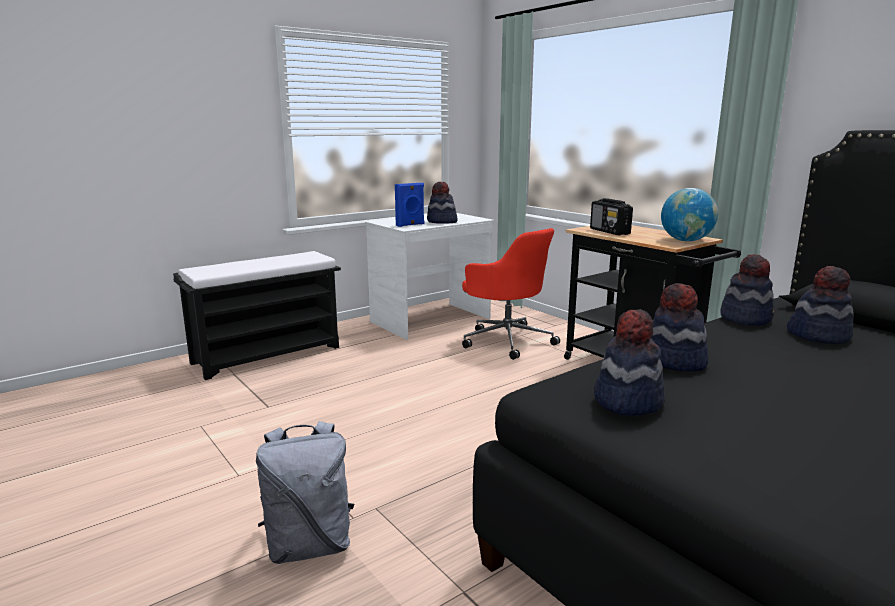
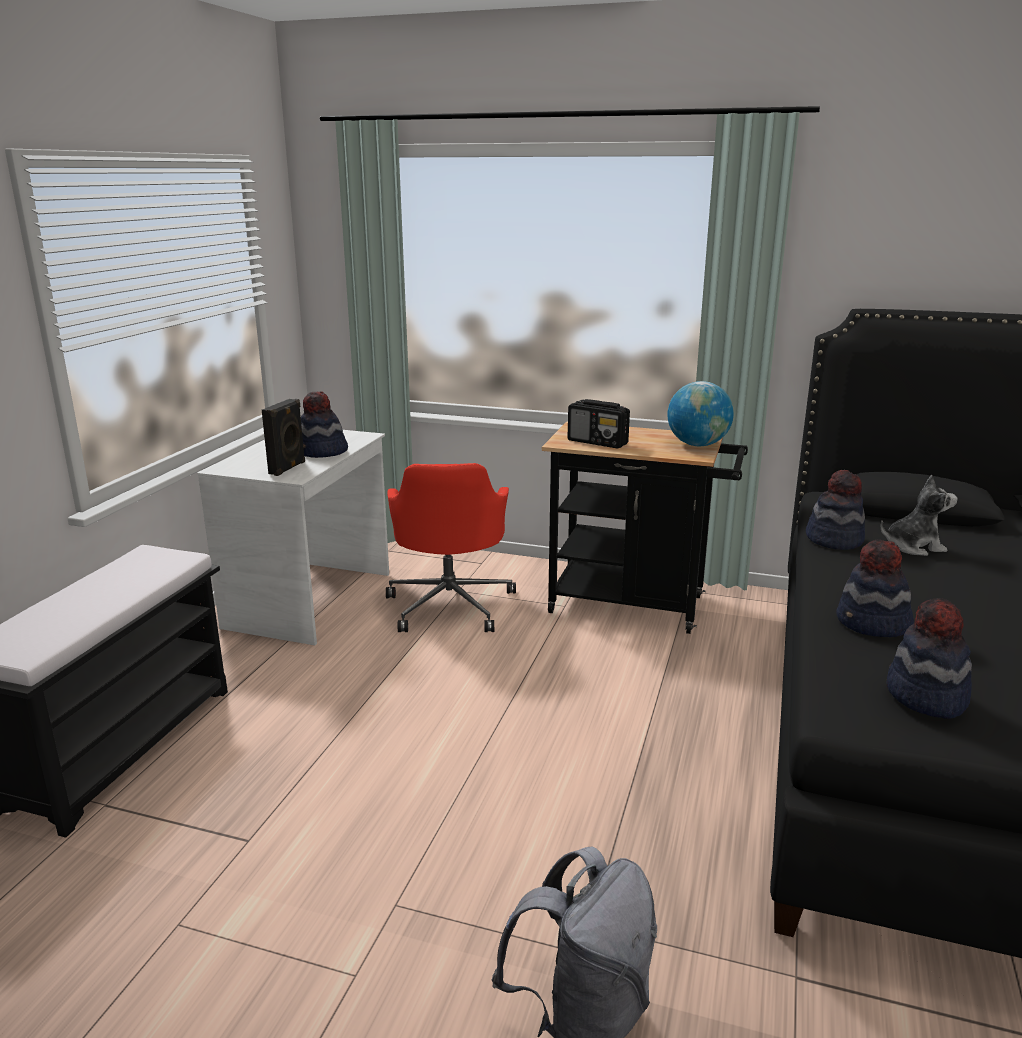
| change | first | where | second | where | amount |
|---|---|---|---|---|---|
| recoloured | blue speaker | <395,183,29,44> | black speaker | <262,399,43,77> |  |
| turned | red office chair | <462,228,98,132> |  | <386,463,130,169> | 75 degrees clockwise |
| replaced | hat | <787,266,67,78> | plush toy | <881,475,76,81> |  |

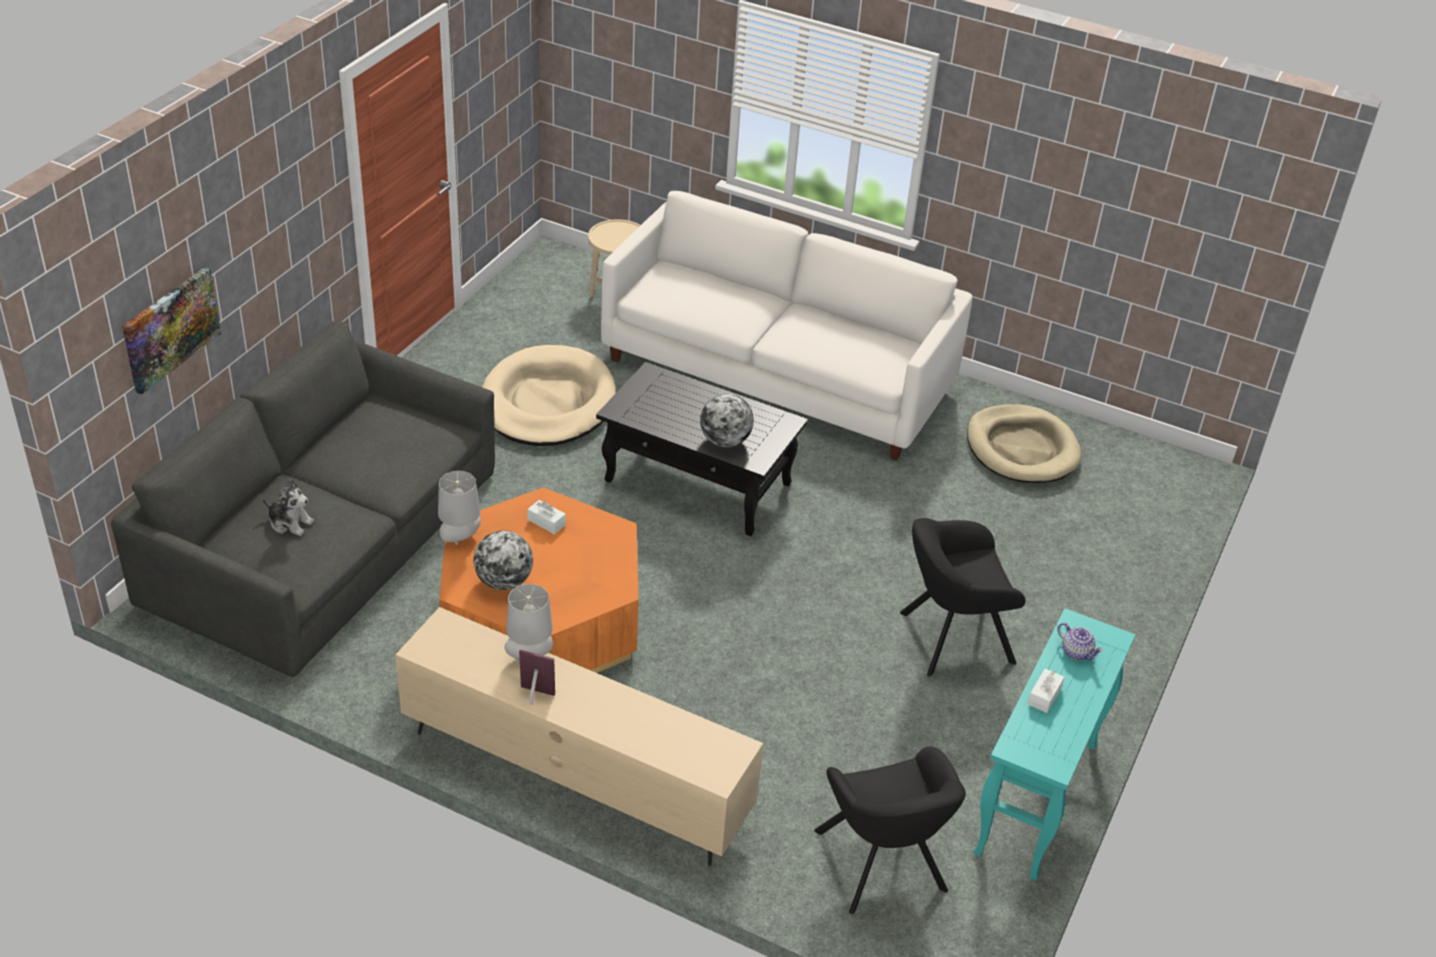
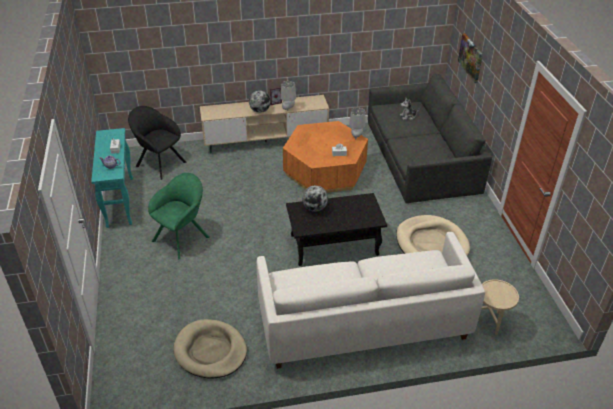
| change | first | where | second | where | amount |
|---|---|---|---|---|---|
| recoloured | black armchair | <900,518,125,159> | green armchair | <148,173,62,87> |  |
| moved | globe | <474,531,59,59> |  | <249,90,22,23> |  |

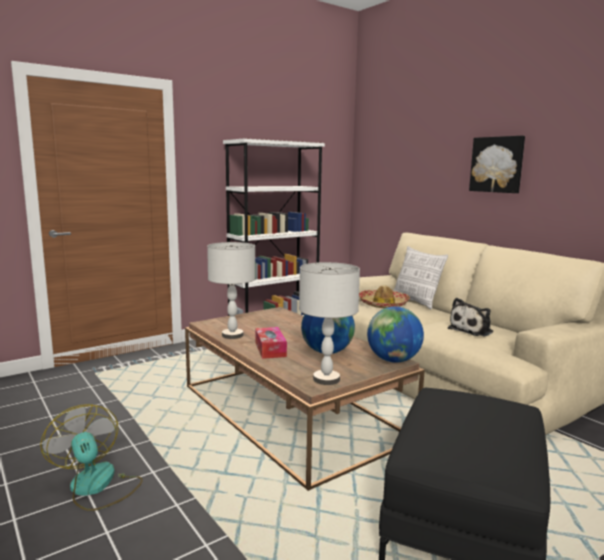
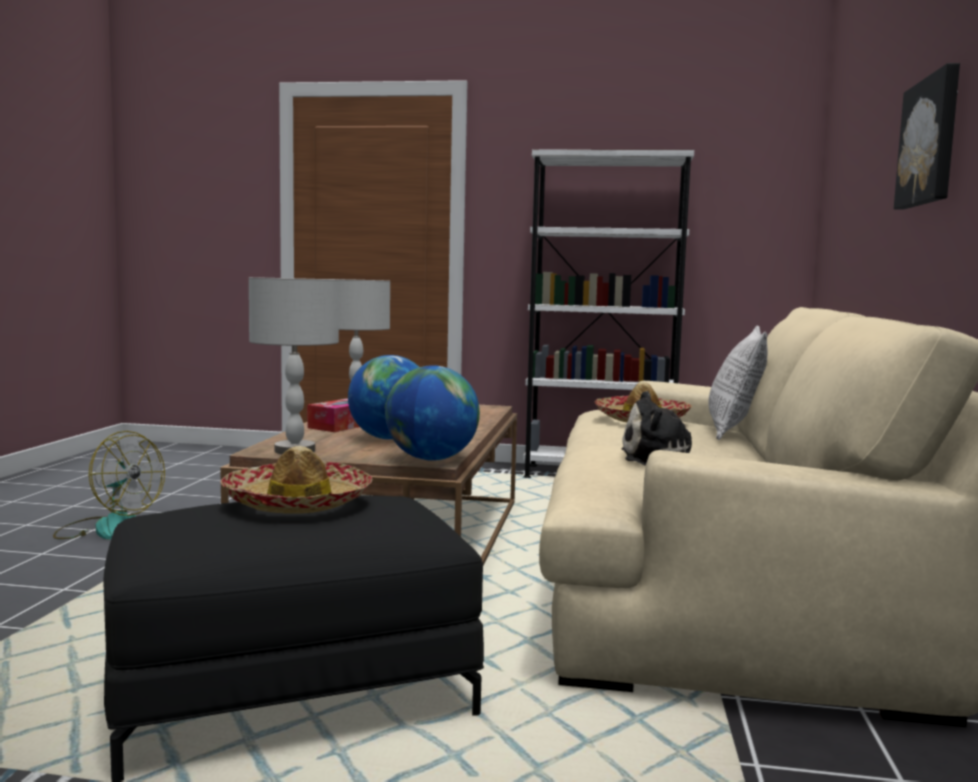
| change | first | where | second | where | amount |
|---|---|---|---|---|---|
| turned | fan | <40,404,103,107> |  | <53,431,112,109> | 105 degrees clockwise |
| added |  |  | hat | <220,446,153,68> |  |

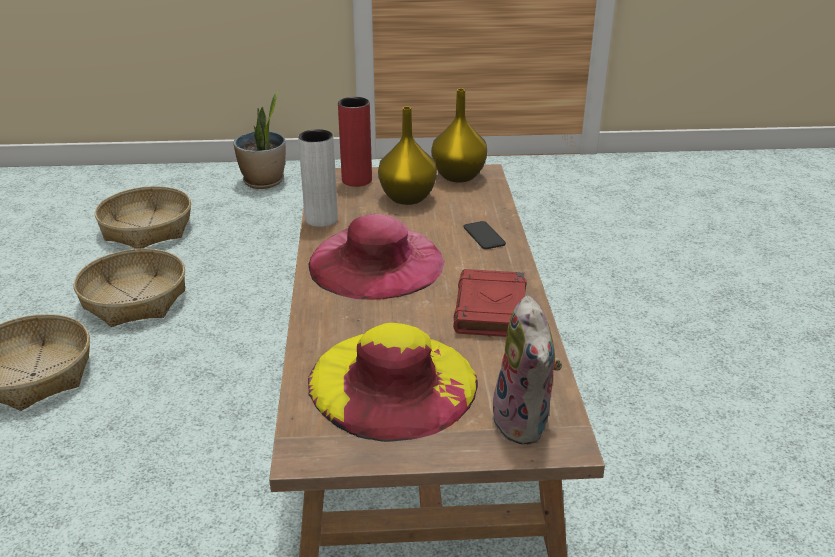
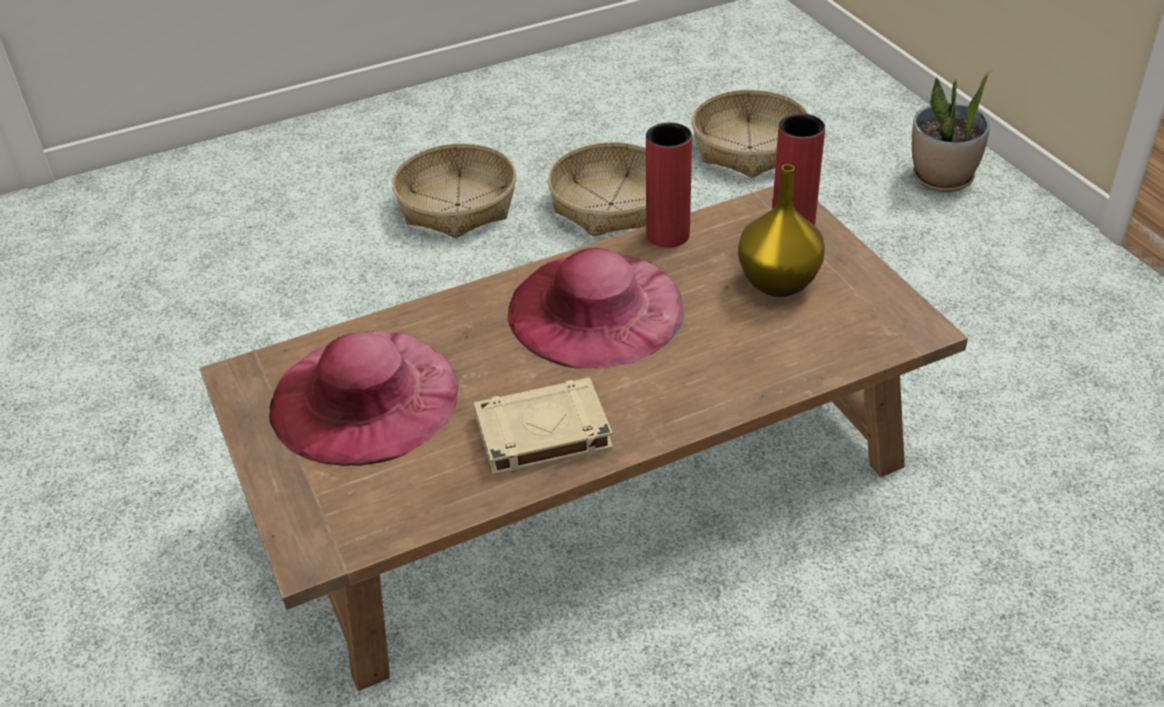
| change | first | where | second | where | amount |
|---|---|---|---|---|---|
| removed | yellow vase | <431,88,56,95> |  |  |  |
| recoloured | white vase | <298,129,40,98> | red vase | <646,123,46,125> |  |
| removed | phone | <464,221,42,28> |  |  |  |
| recoloured | red book | <453,269,74,68> | beige book | <474,378,139,97> |  |
| removed | plush toy | <488,296,74,149> |  |  |  |
| recoloured | yellow hat | <308,323,170,119> | pink hat | <269,331,189,135> |  |

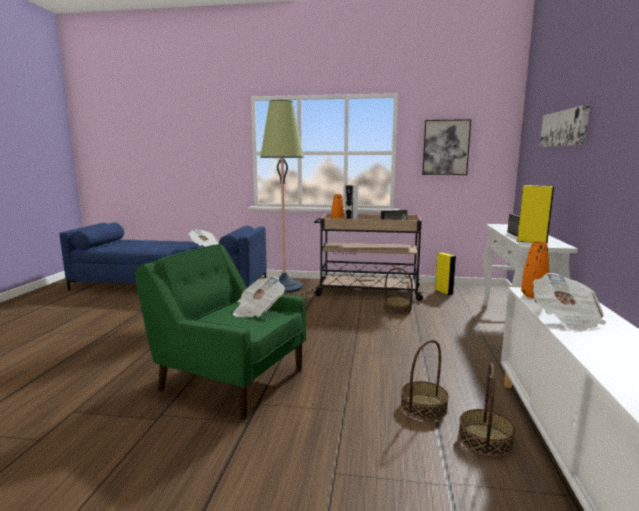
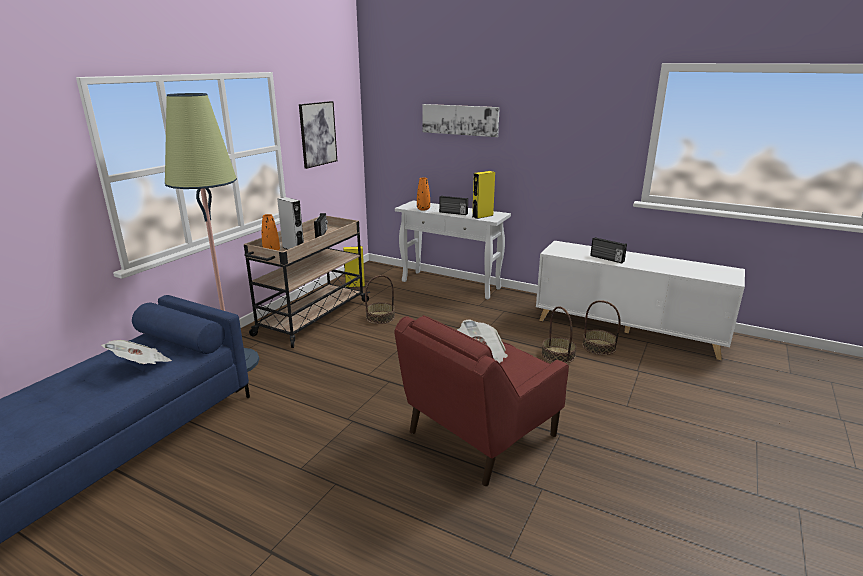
| change | first | where | second | where | amount |
|---|---|---|---|---|---|
| moved | orange vase | <521,241,28,57> |  | <417,178,13,33> |  |
| recoloured | green armchair | <135,244,171,175> | red armchair | <394,315,175,171> |  |
| replaced | newspaper | <533,273,73,59> | radio | <590,237,37,26> |  |

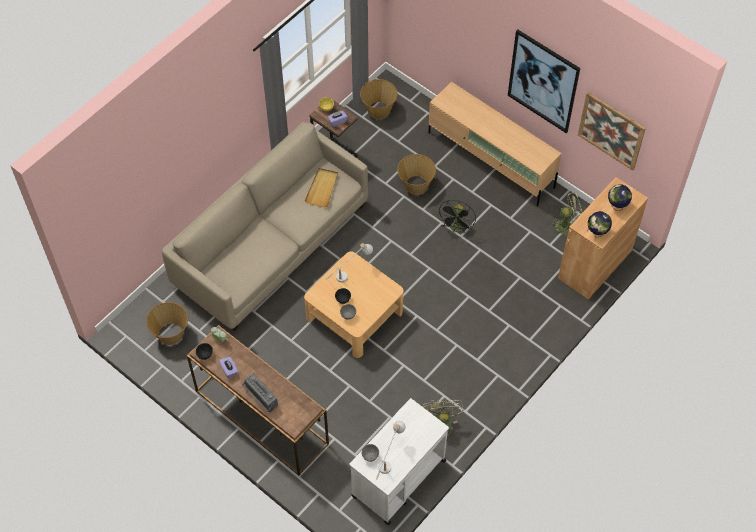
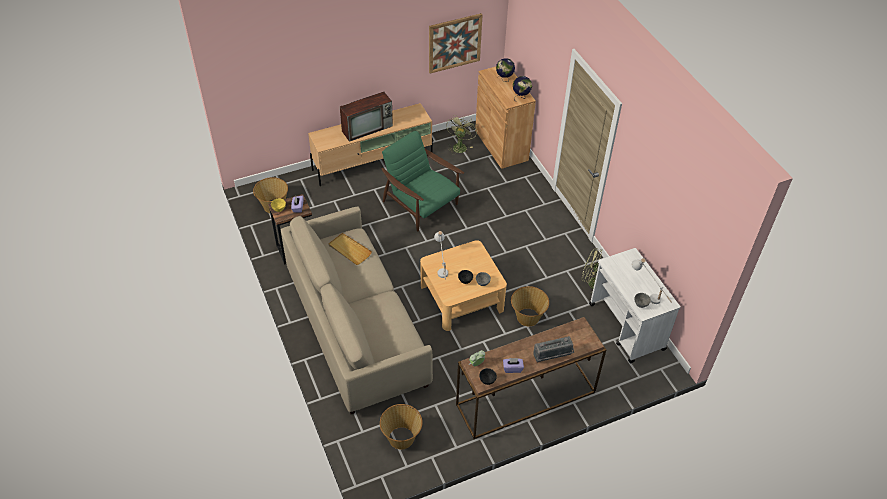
| change | first | where | second | where | amount |
|---|---|---|---|---|---|
| removed | picture | <508,29,72,104> |  |  |  |
| moved | basket | <397,154,39,41> |  | <511,286,38,40> |  |
| replaced | black fan | <438,200,38,32> | green armchair | <381,131,83,101> |  |
| added |  |  | television | <340,92,53,50> |  |

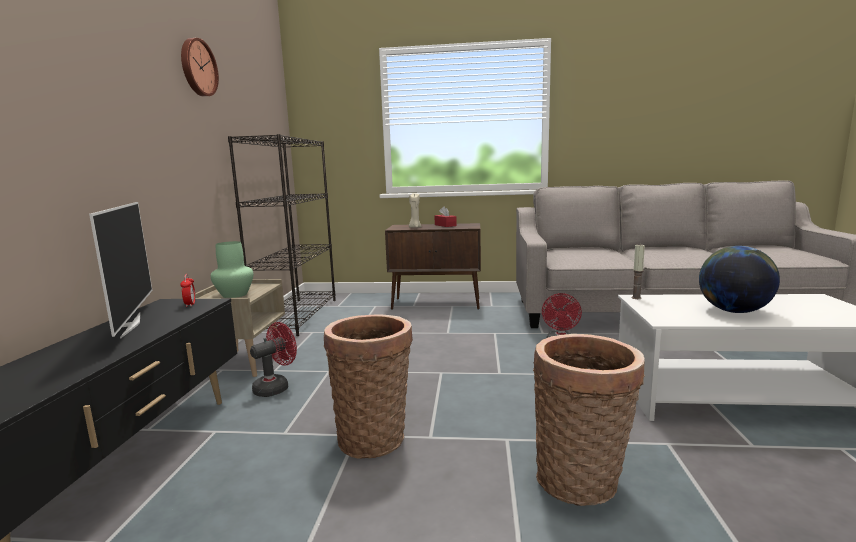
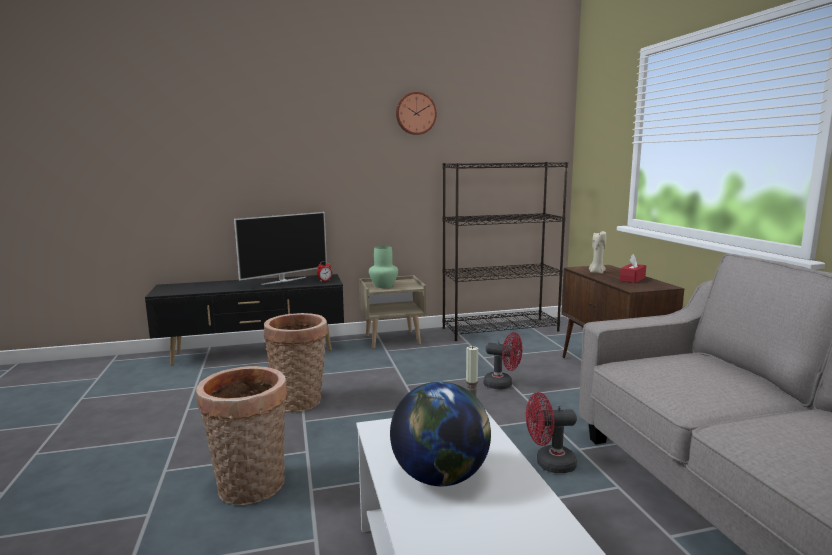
| change | first | where | second | where | amount |
|---|---|---|---|---|---|
| moved | red fan | <250,322,47,75> |  | <483,332,39,57> |  |

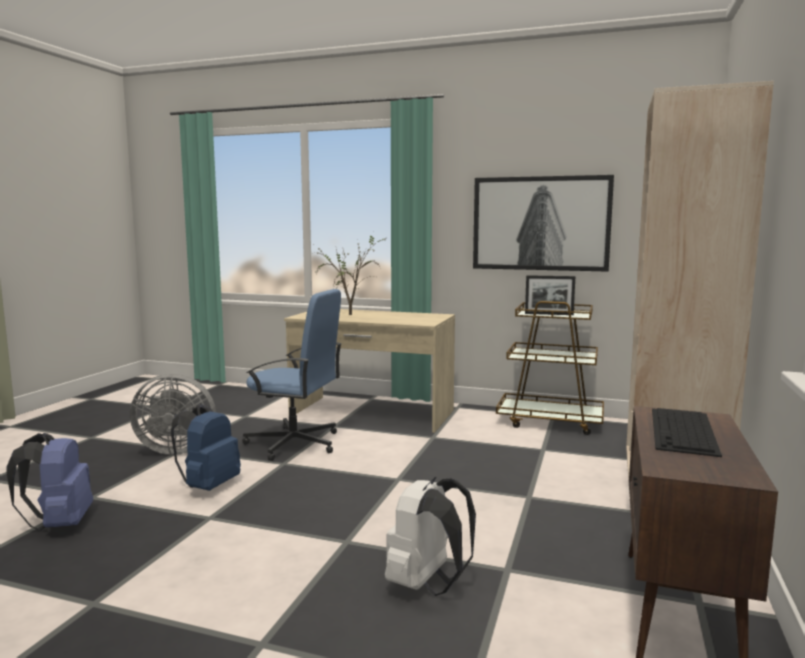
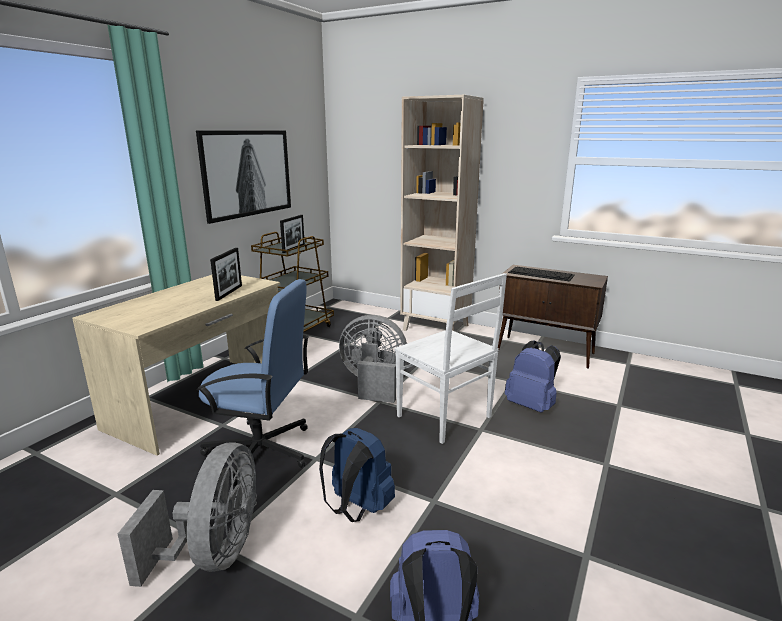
| change | first | where | second | where | amount |
|---|---|---|---|---|---|
| removed | potted plant | <314,236,72,79> |  |  |  |
| turned | blue office chair | <242,289,100,172> |  | <197,279,112,207> | 75 degrees clockwise |
| recoloured | white backpack | <385,477,91,119> | blue backpack | <505,340,56,73> |  |
| added |  |  | picture frame | <210,248,32,53> |  |
| added |  |  | white chair | <394,273,113,171> |  |
| added |  |  | grey fan | <339,315,68,88> |  |

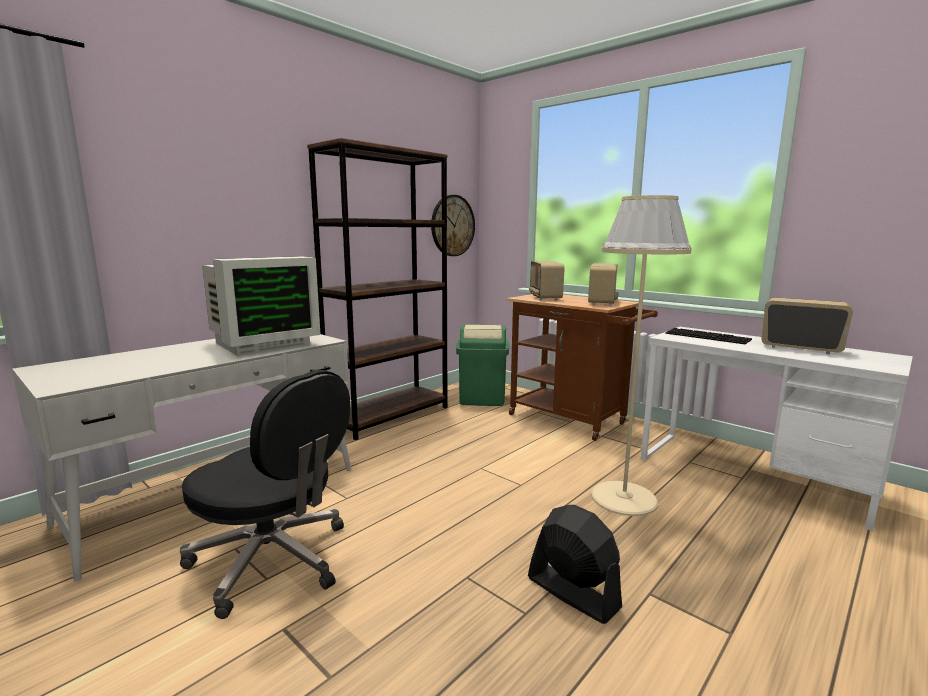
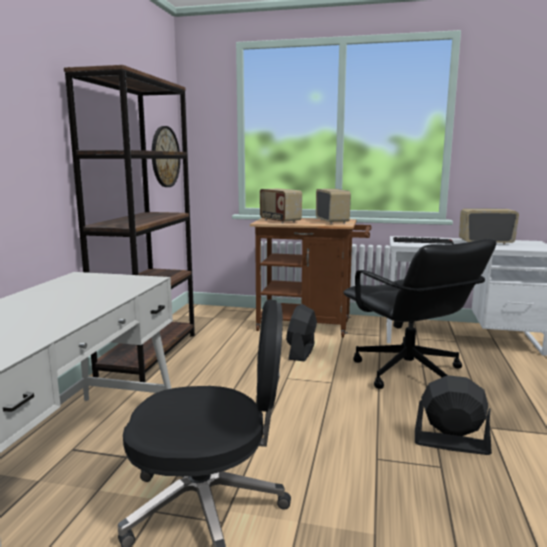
| change | first | where | second | where | amount |
|---|---|---|---|---|---|
| replaced | beige floor lamp | <591,195,101,321> | black office chair | <343,239,154,150> |  |
| removed | monitor | <202,256,119,100> |  |  |  |
| removed | green trash can | <456,324,53,82> |  |  |  |
| added |  |  | black fan | <286,304,31,57> |  |

